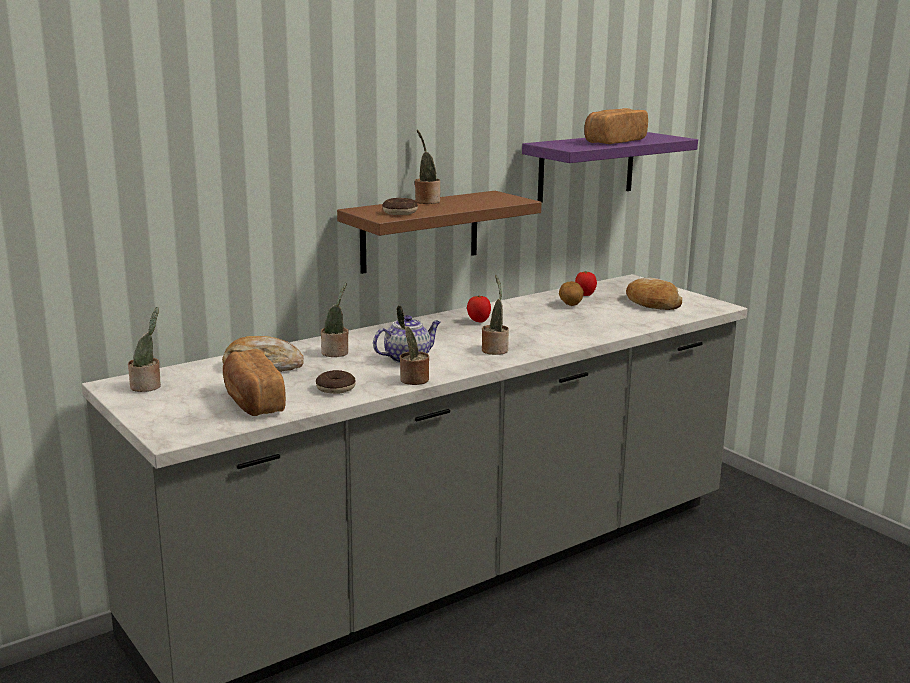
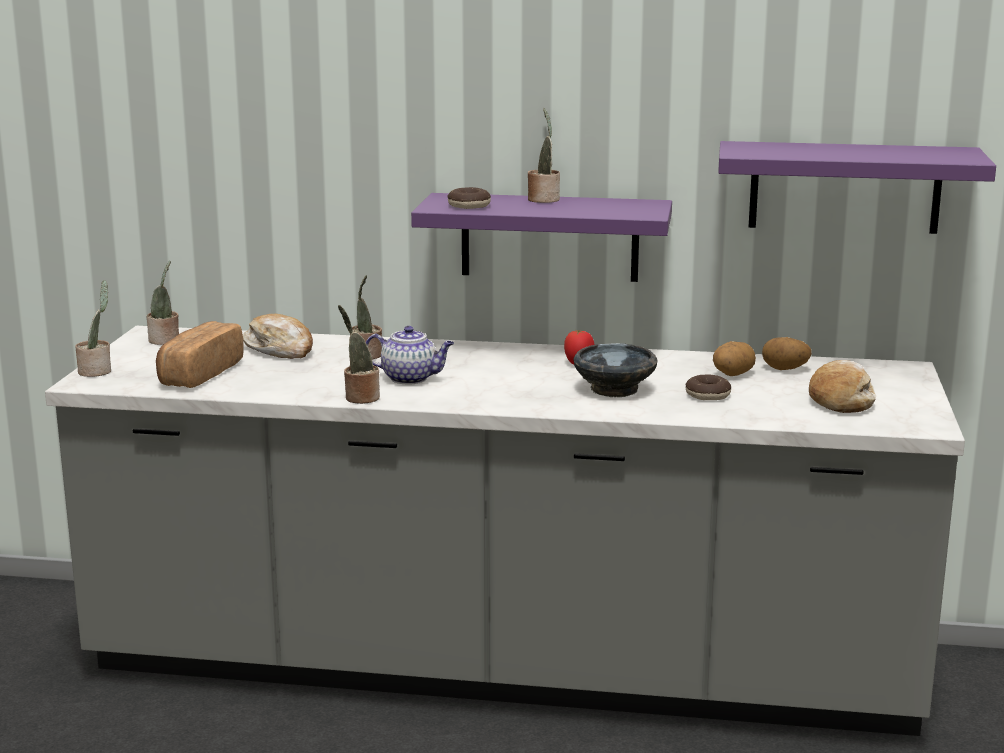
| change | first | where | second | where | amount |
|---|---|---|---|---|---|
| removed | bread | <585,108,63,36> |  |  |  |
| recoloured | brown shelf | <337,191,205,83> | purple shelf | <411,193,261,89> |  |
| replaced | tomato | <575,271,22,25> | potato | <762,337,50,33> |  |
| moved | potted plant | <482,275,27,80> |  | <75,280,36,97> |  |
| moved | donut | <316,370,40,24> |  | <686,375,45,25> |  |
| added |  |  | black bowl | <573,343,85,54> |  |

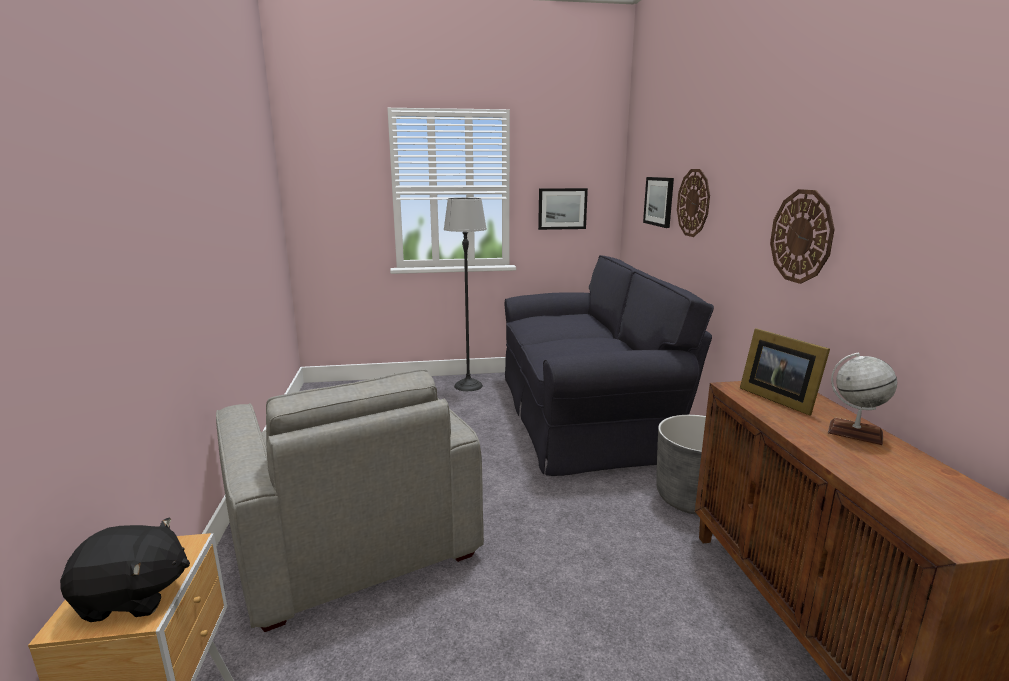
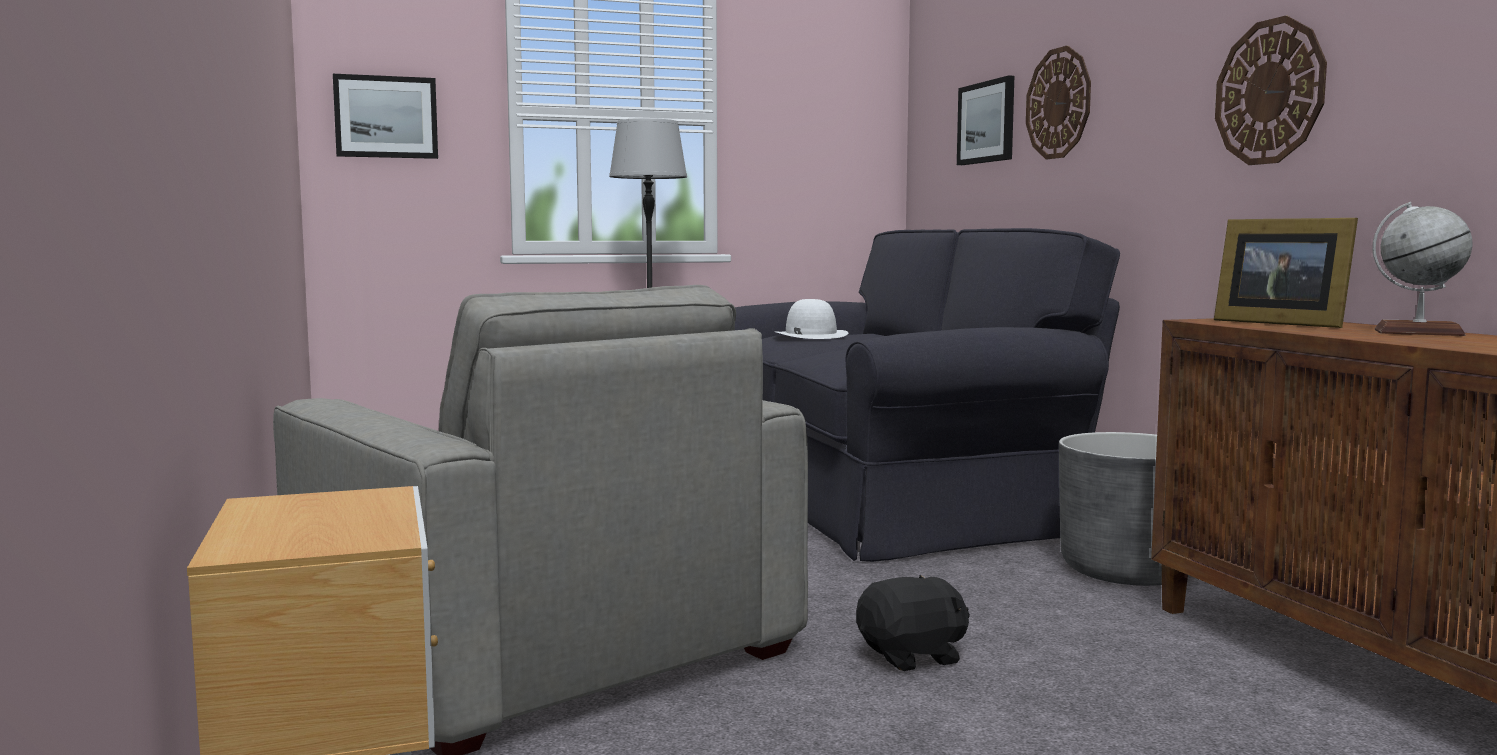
| change | first | where | second | where | amount |
|---|---|---|---|---|---|
| moved | picture | <538,188,50,42> |  | <333,74,105,85> |  |
| moved | black plush toy | <60,517,130,105> |  | <856,575,114,96> |  |
| added |  |  | white hat | <777,299,71,40> |  |

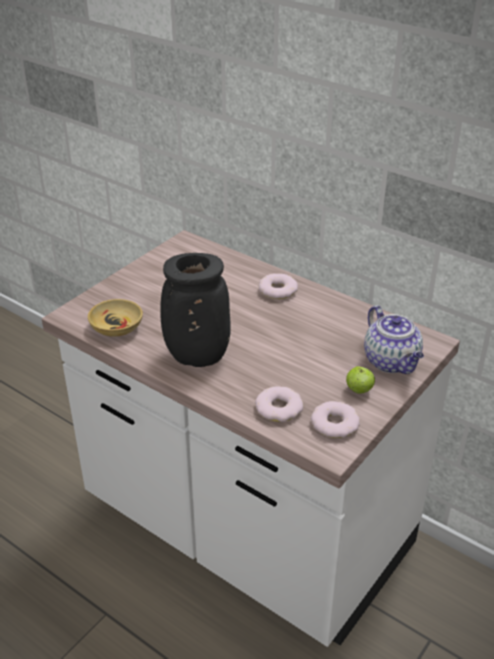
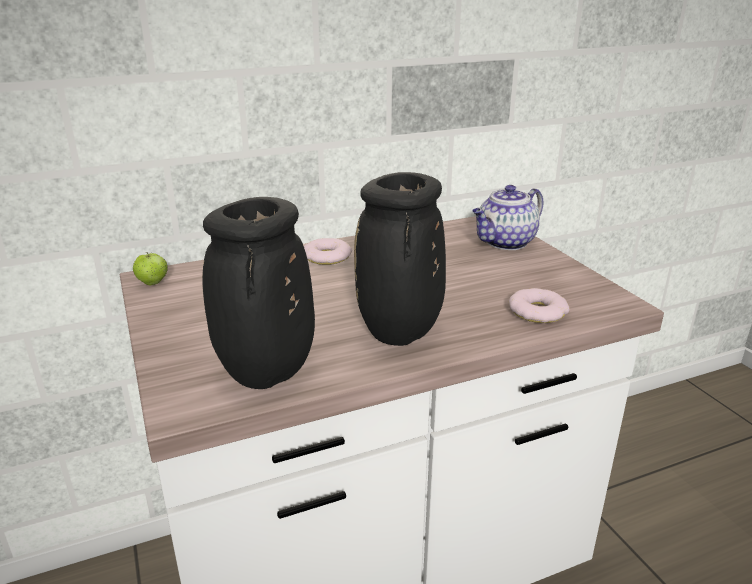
| change | first | where | second | where | amount |
|---|---|---|---|---|---|
| replaced | beige bowl | <88,299,55,38> | black vase | <202,197,113,192> |  |
| turned | teapot | <364,305,60,69> |  | <472,185,71,65> | 135 degrees clockwise |
| moved | apple | <346,366,29,28> |  | <133,252,35,34> |  |
| removed | donut | <311,401,49,37> |  |  |  |

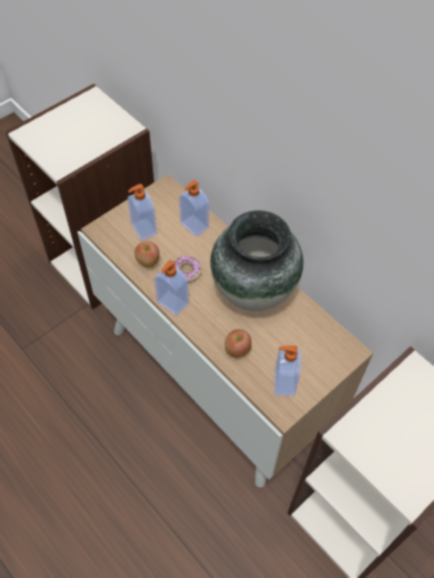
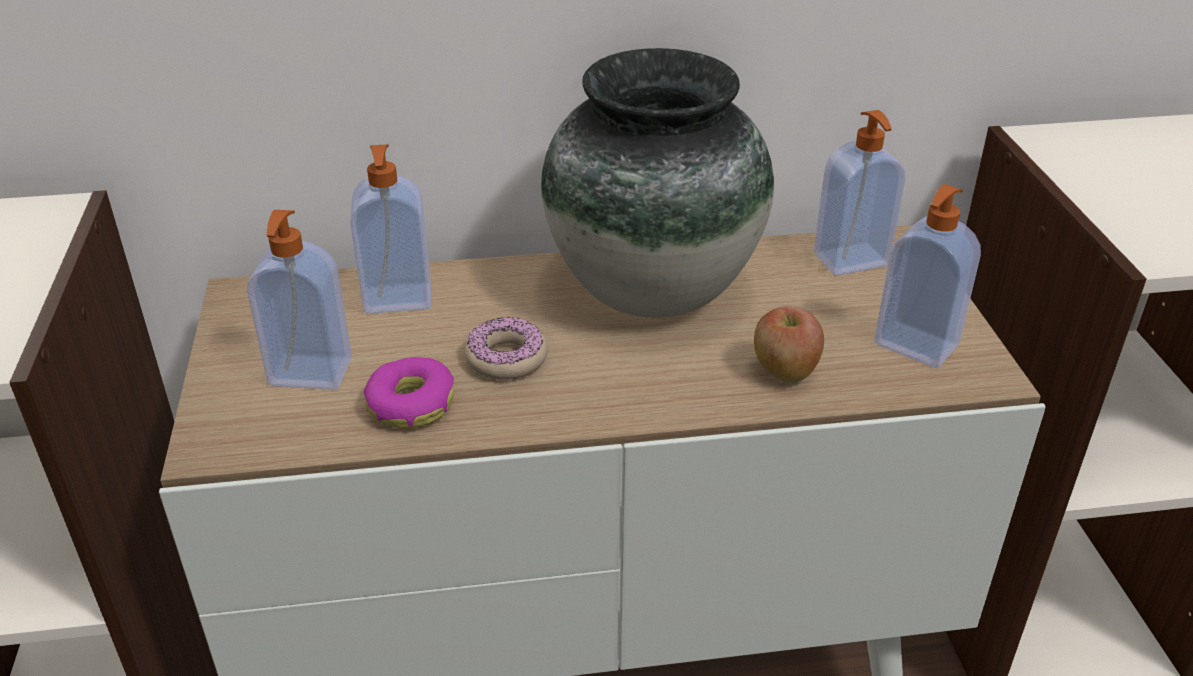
| change | first | where | second | where | amount |
|---|---|---|---|---|---|
| replaced | apple | <135,241,24,27> | donut | <364,357,90,72> |  |
| moved | soap dispenser | <154,260,35,56> |  | <814,110,92,166> |  |

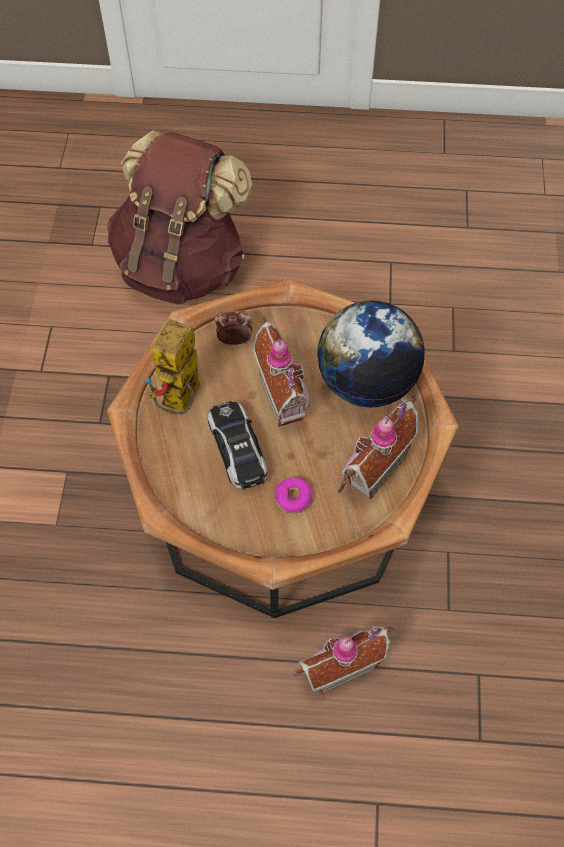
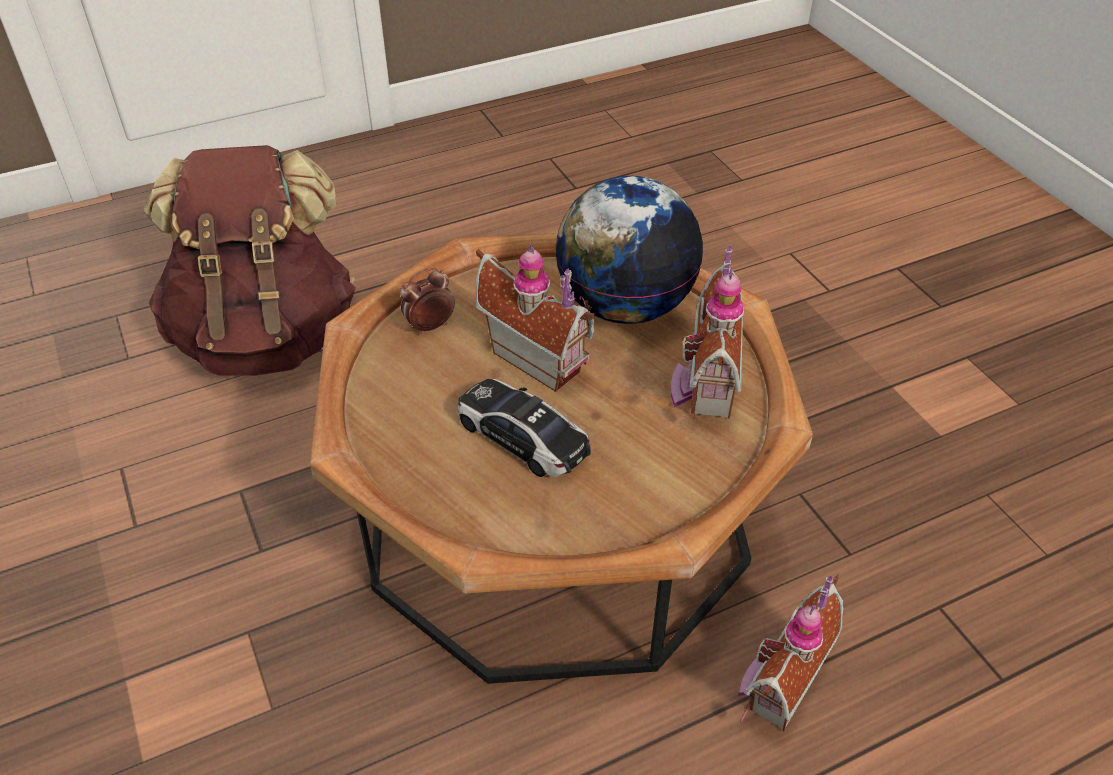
| change | first | where | second | where | amount |
|---|---|---|---|---|---|
| removed | toy robot | <145,319,55,96> |  |  |  |
| removed | donut | <275,477,37,36> |  |  |  |

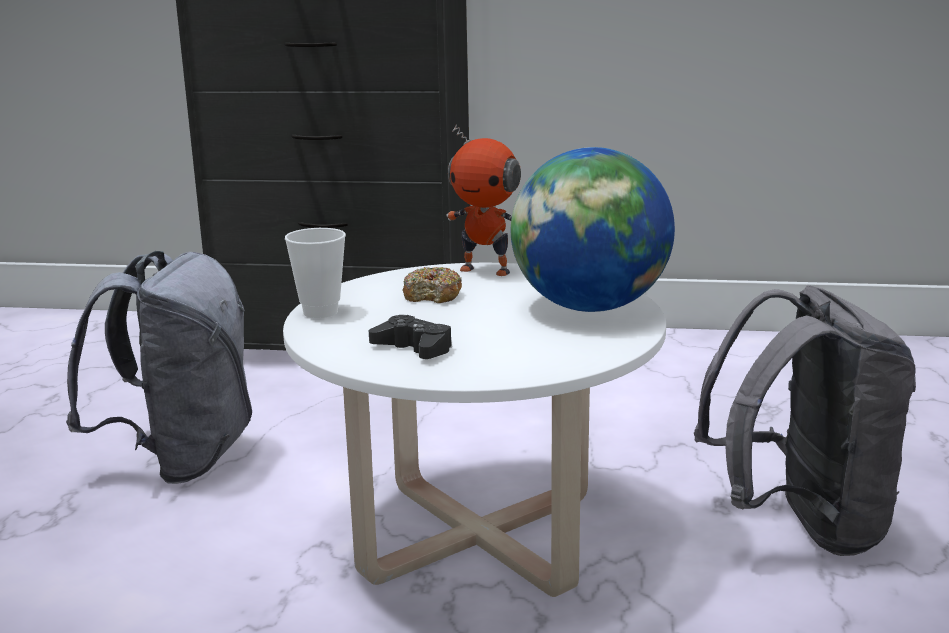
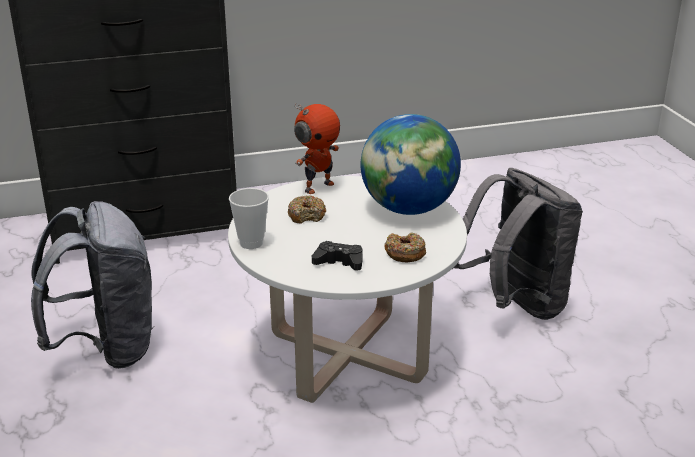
| change | first | where | second | where | amount |
|---|---|---|---|---|---|
| turned | toy robot | <446,125,75,151> |  | <294,103,46,91> | 45 degrees counterclockwise |
| added |  |  | donut | <385,232,41,30> |  |

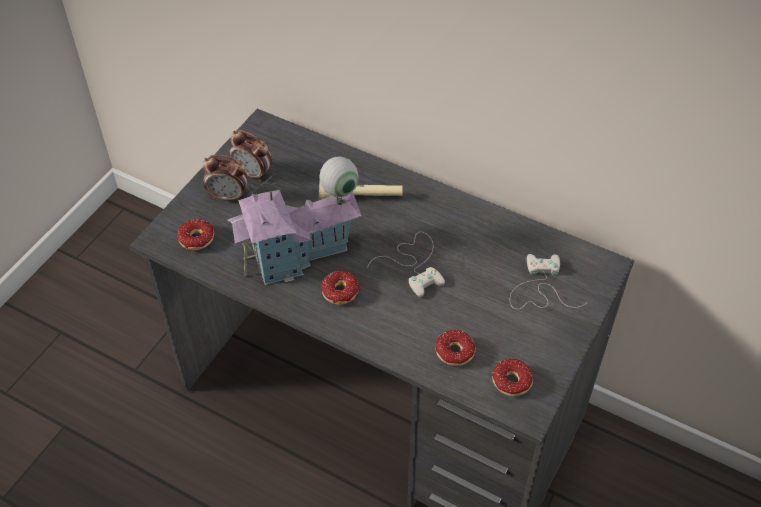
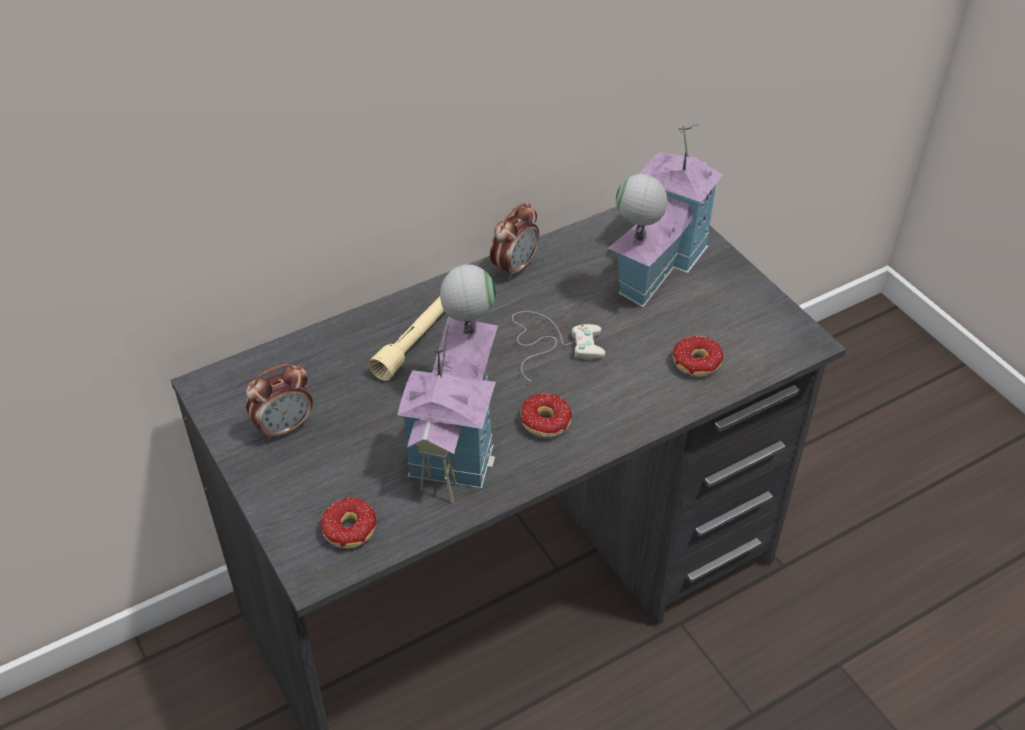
| change | first | where | second | where | amount |
|---|---|---|---|---|---|
| moved | alarm clock | <203,155,45,47> |  | <490,203,49,77> |  |
| replaced | white game controller | <510,254,76,55> | toy house | <608,124,115,183> |  |
| removed | donut | <492,359,41,38> |  |  |  |

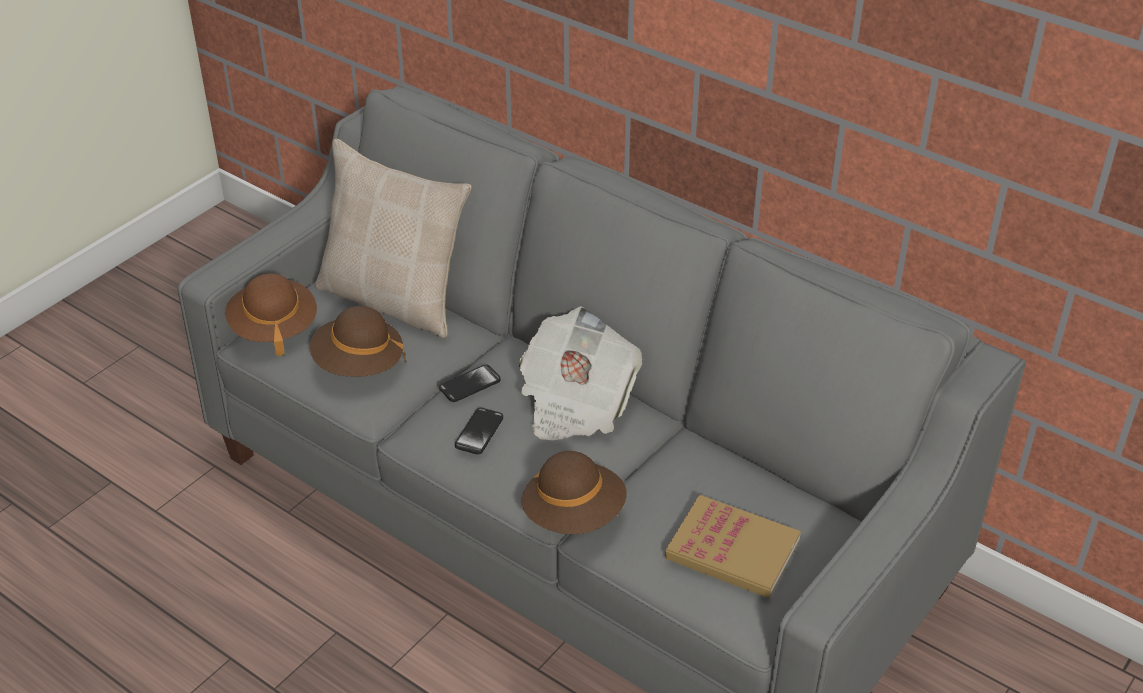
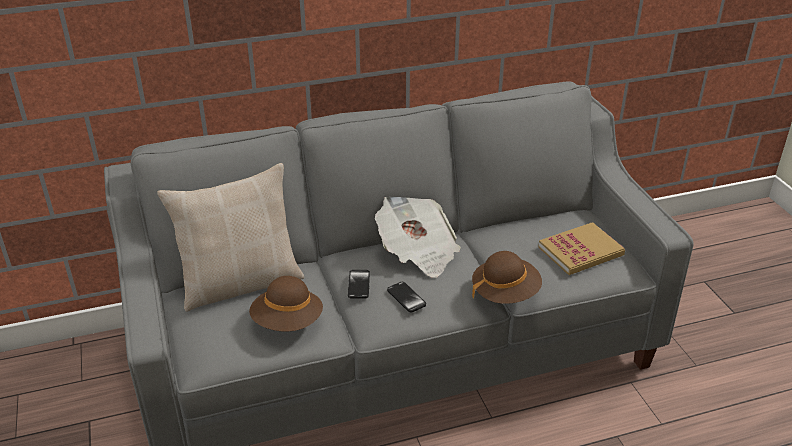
| change | first | where | second | where | amount |
|---|---|---|---|---|---|
| removed | brown hat | <225,273,92,83> |  |  |  |

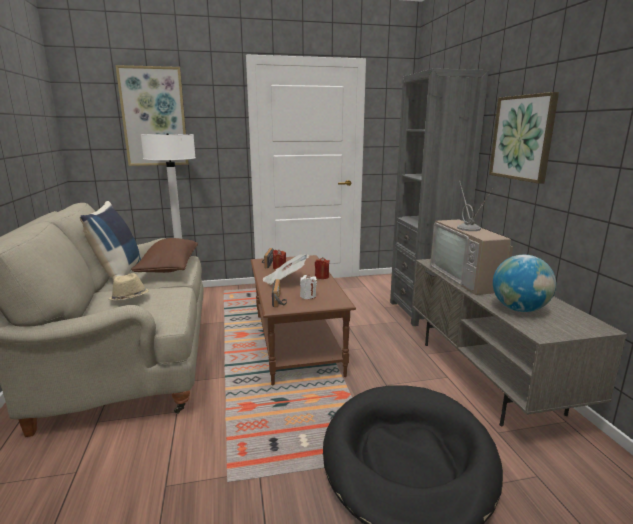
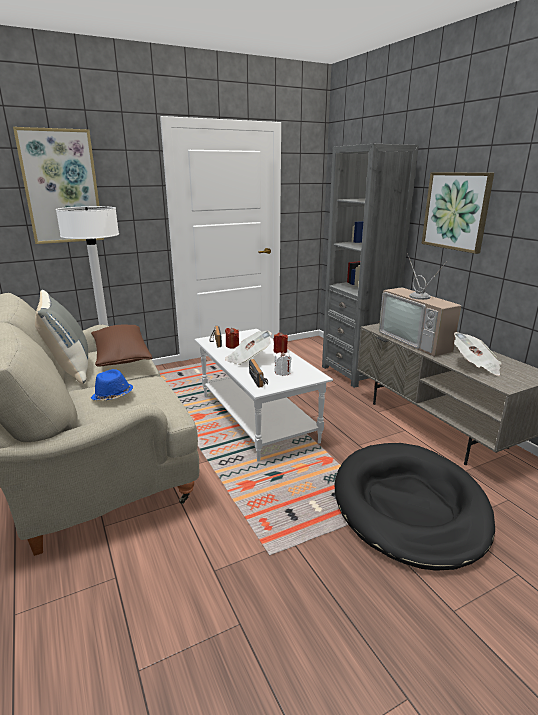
| change | first | where | second | where | amount |
|---|---|---|---|---|---|
| recoloured | blue pillow | <79,201,62,80> | grey pillow | <35,290,53,94> |  |
| recoloured | brown coffee table | <251,255,105,130> | white coffee table | <195,329,138,133> |  |
| replaced | globe | <493,255,63,57> | newspaper | <454,332,48,44> |  |
| recoloured | beige hat | <108,273,41,27> | blue hat | <91,369,42,32> |  |

